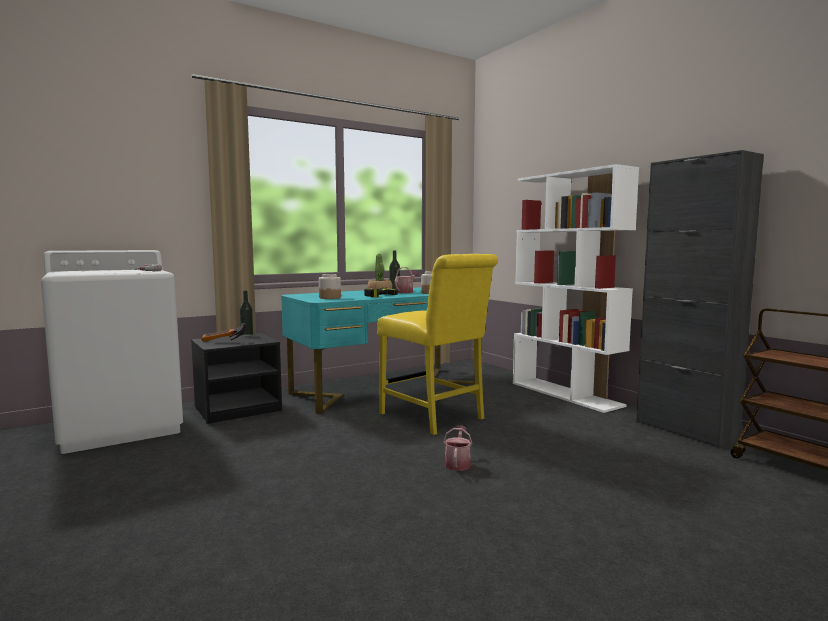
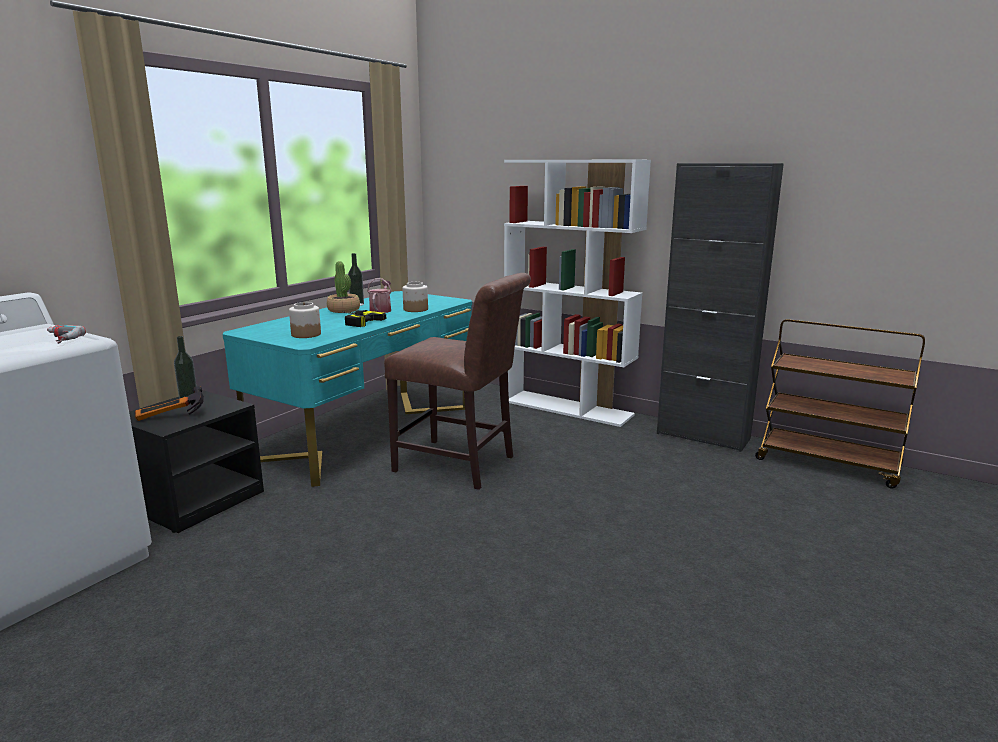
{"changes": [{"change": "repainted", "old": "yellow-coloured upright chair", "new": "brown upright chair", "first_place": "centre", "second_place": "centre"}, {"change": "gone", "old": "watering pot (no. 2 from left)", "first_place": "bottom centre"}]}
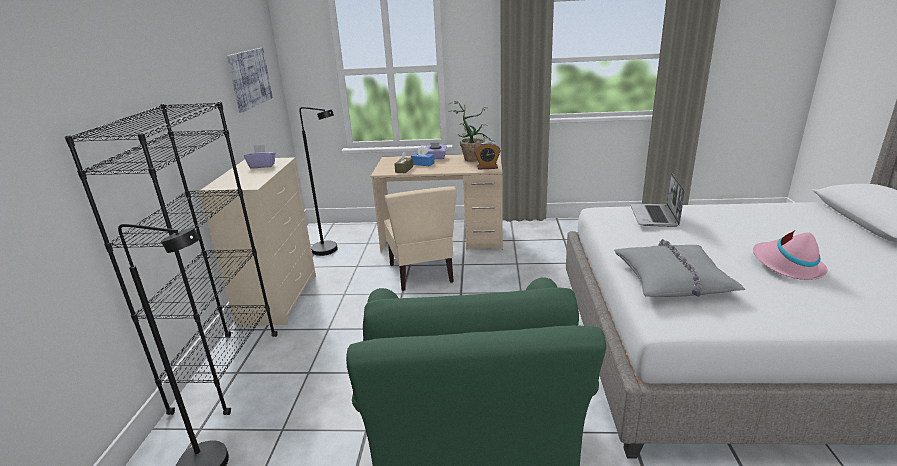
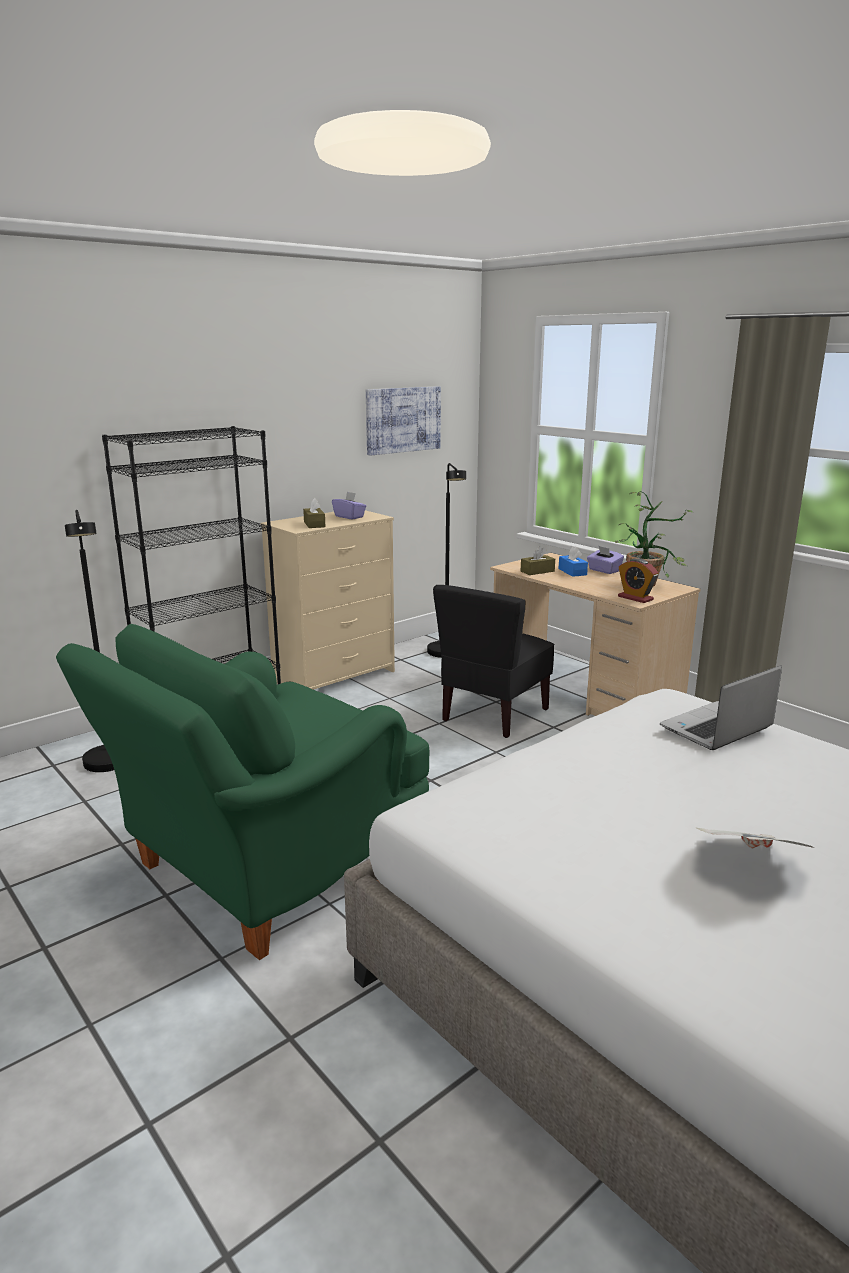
{"changes": [{"change": "new", "new": "brown box of tissues (no. 1 from left)", "second_place": "centre"}, {"change": "repainted", "old": "beige-coloured upright chair", "new": "blackish upright chair", "first_place": "centre", "second_place": "centre"}, {"change": "swapped", "old": "pinkish clothing hat", "new": "printed paper", "first_place": "middle right", "second_place": "middle right"}, {"change": "gone", "old": "grey throw pillow", "first_place": "middle right"}]}
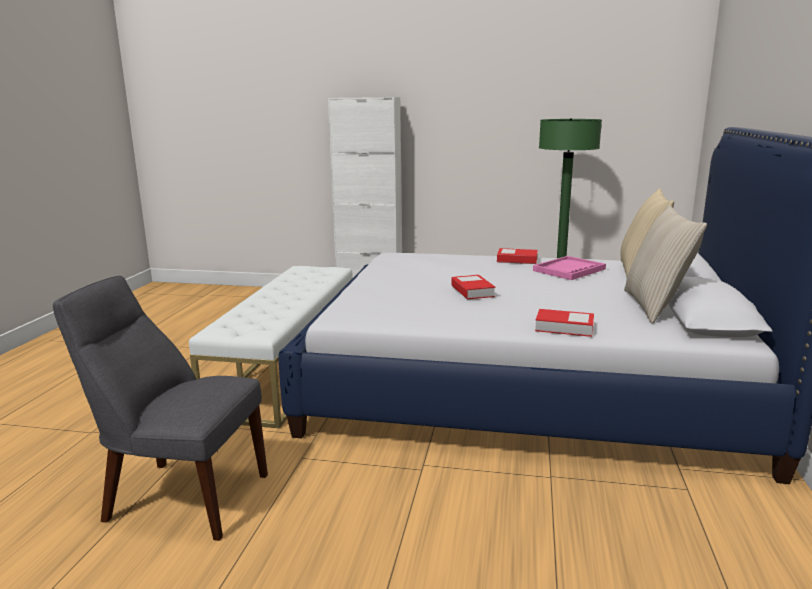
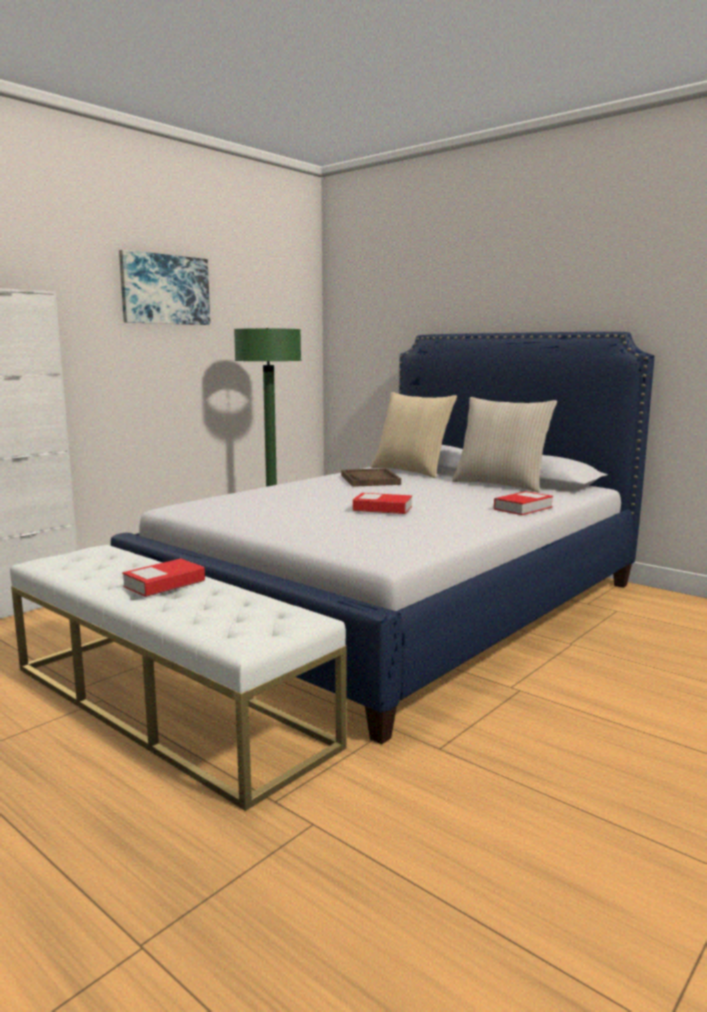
{"changes": [{"change": "new", "new": "wall art", "second_place": "top left"}, {"change": "shifted", "old": "volume (no. 2 from left in the first image)", "new": "volume (no. 1 from left)", "first_place": "centre", "second_place": "middle left"}, {"change": "repainted", "old": "pinkish serving tray", "new": "brown serving tray", "first_place": "middle right", "second_place": "centre"}, {"change": "gone", "old": "grey upright chair", "first_place": "bottom left"}]}
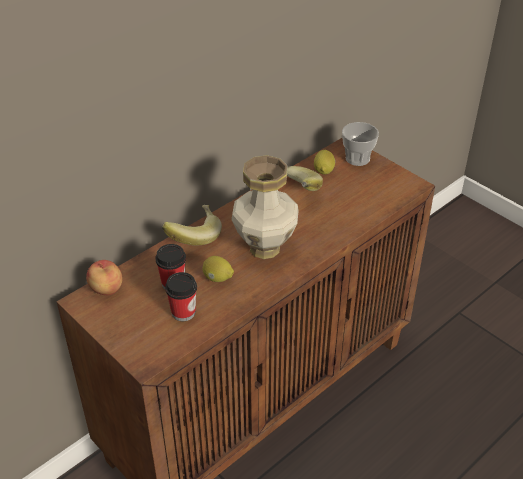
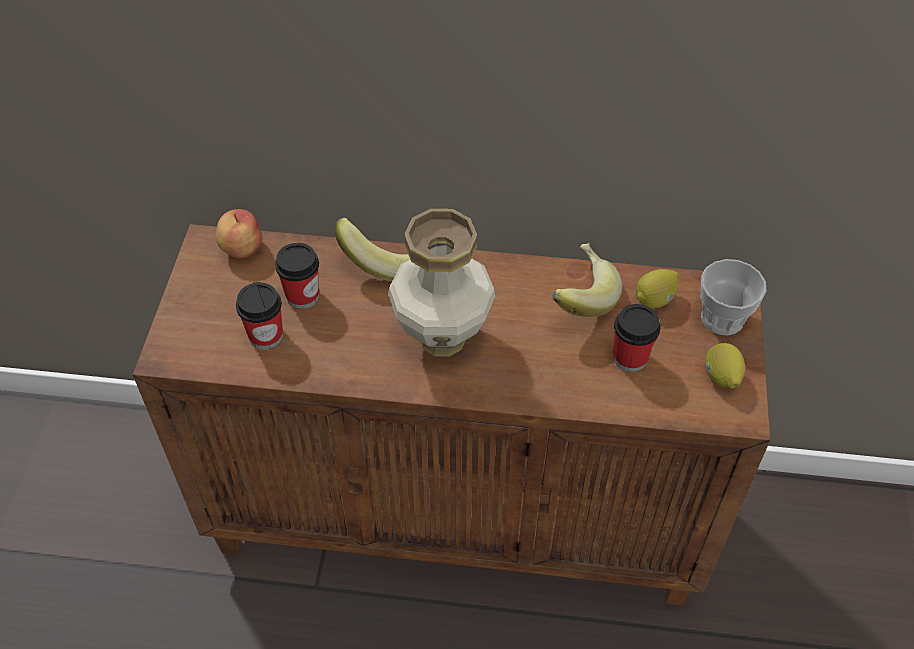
{"changes": [{"change": "new", "new": "drinking cup (no. 3 from left)", "second_place": "middle right"}, {"change": "shifted", "old": "lemon (no. 1 from left in the first image)", "new": "lemon (no. 2 from left)", "first_place": "centre", "second_place": "middle right"}]}
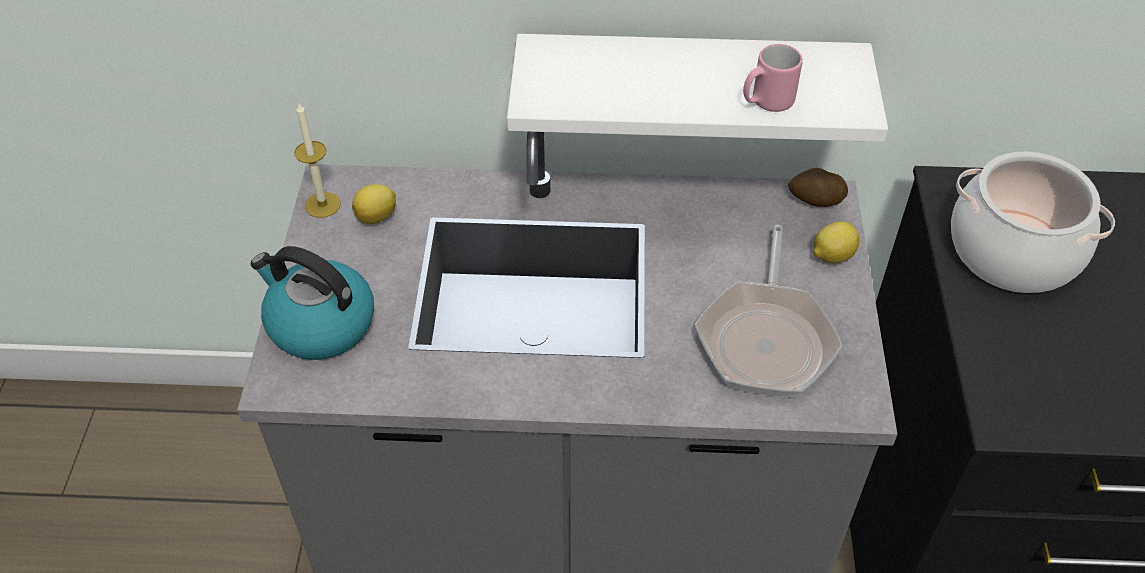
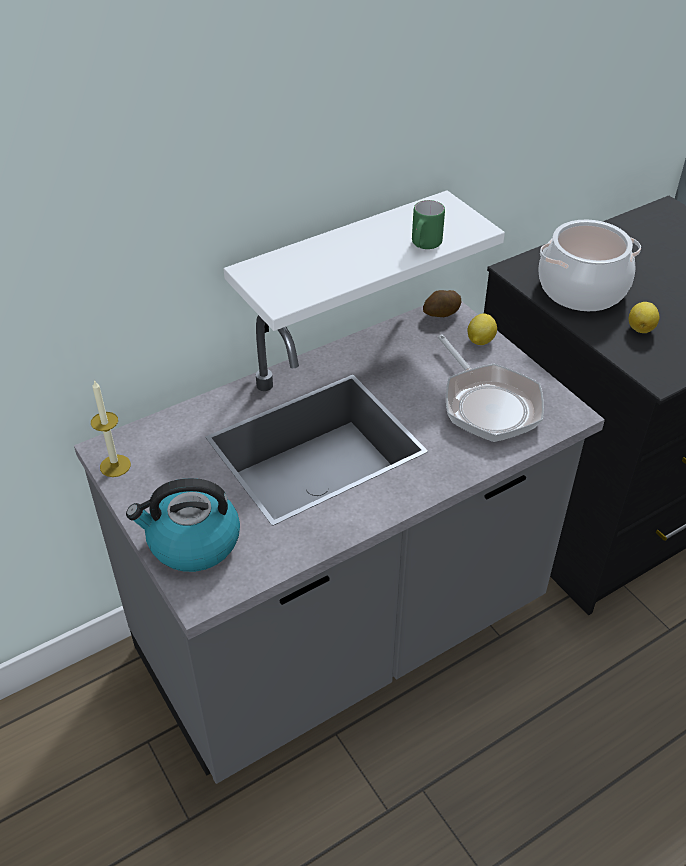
{"changes": [{"change": "repainted", "old": "pinkish mug", "new": "green-coloured mug", "first_place": "top right", "second_place": "top centre"}, {"change": "shifted", "old": "lemon (no. 1 from left in the first image)", "new": "lemon (no. 2 from left)", "first_place": "middle left", "second_place": "middle right"}]}
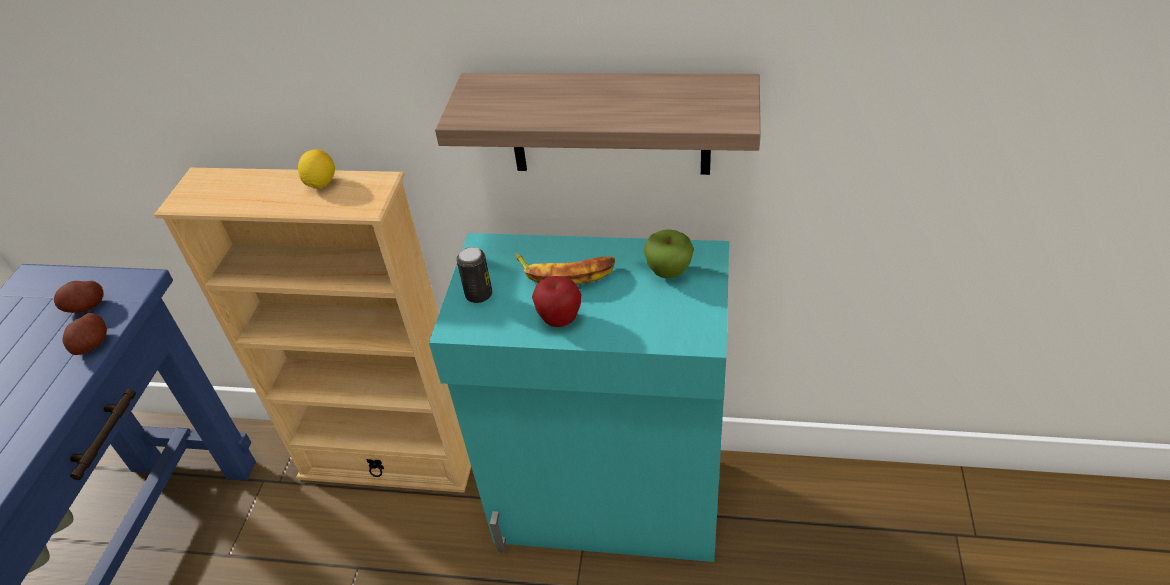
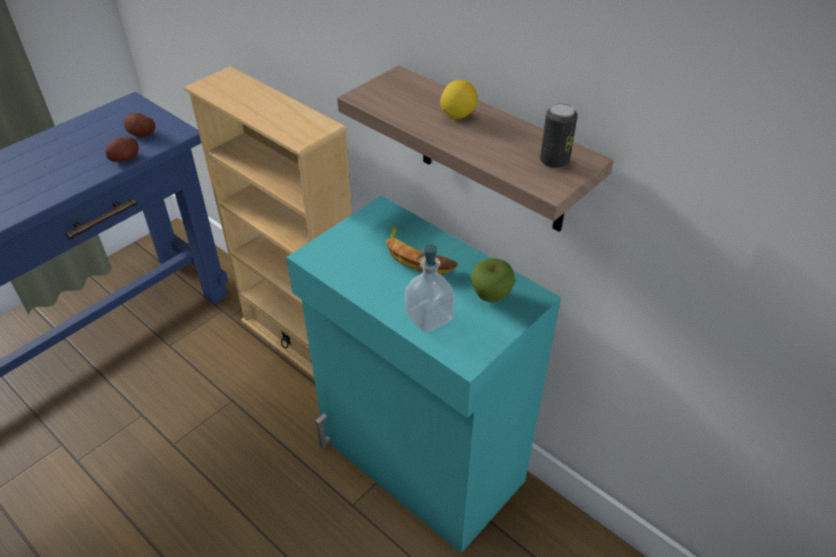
{"changes": [{"change": "new", "new": "soap bottle", "second_place": "centre"}, {"change": "shifted", "old": "lemon", "first_place": "top left", "second_place": "top centre"}, {"change": "shifted", "old": "can", "first_place": "centre", "second_place": "top right"}, {"change": "gone", "old": "apple fruit (no. 1 from left)", "first_place": "centre"}]}
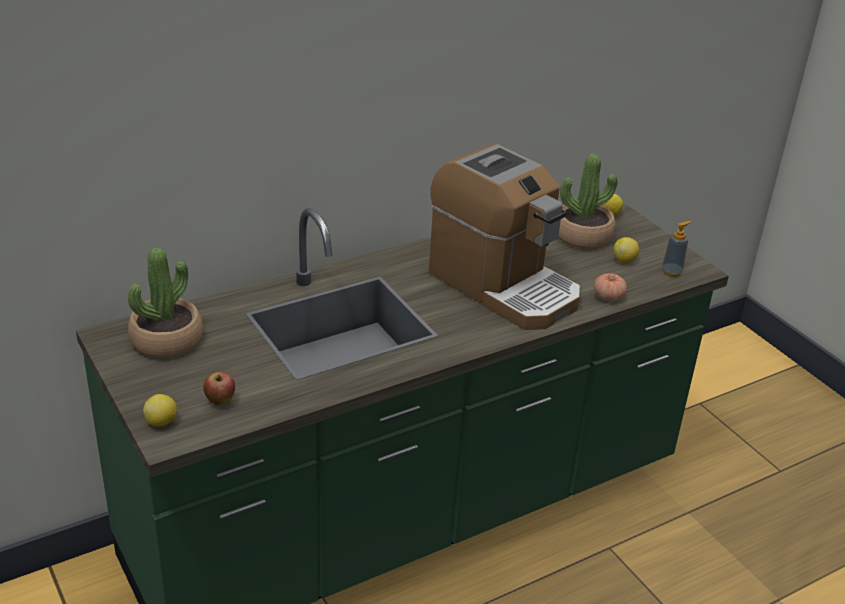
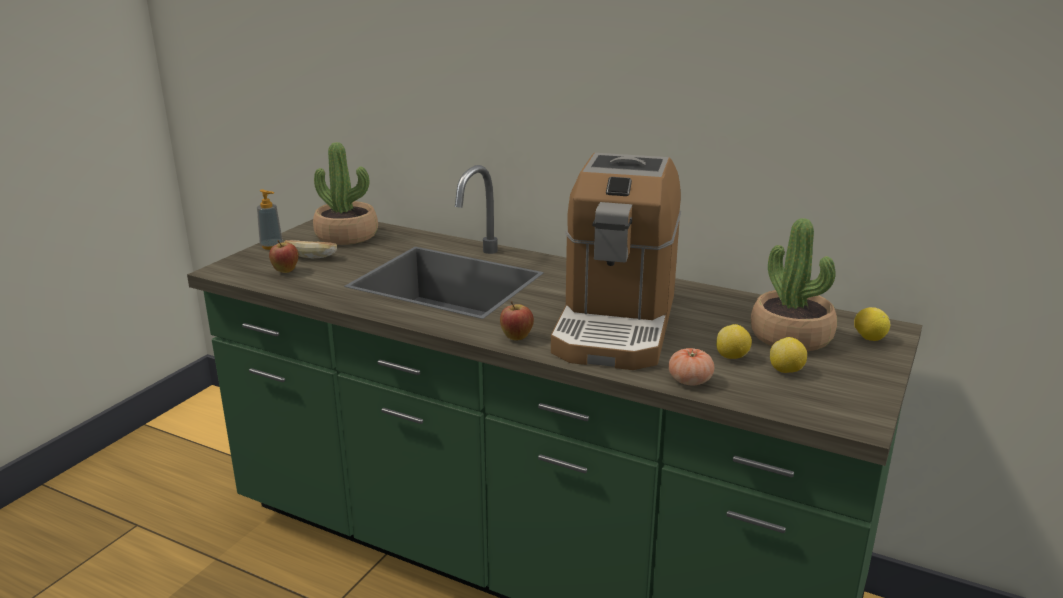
{"changes": [{"change": "shifted", "old": "soap bottle", "first_place": "middle right", "second_place": "middle left"}, {"change": "new", "new": "bread", "second_place": "middle left"}, {"change": "new", "new": "apple fruit (no. 2 from left)", "second_place": "centre"}, {"change": "shifted", "old": "lemon (no. 1 from left)", "first_place": "bottom left", "second_place": "middle right"}]}
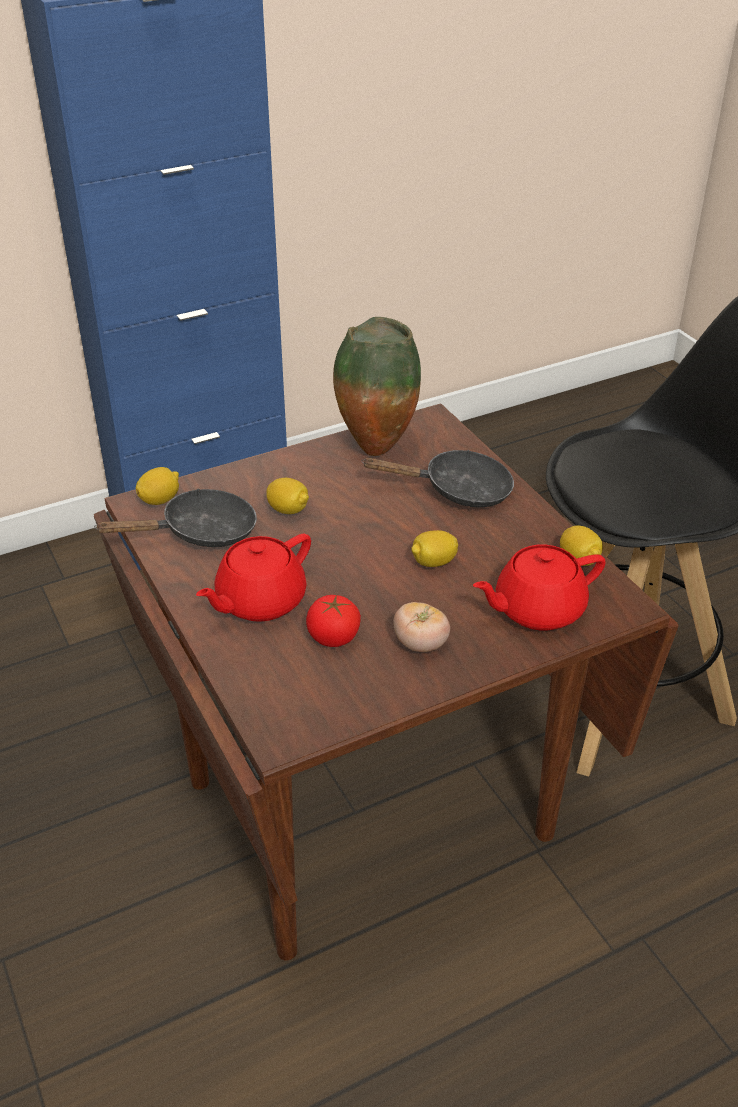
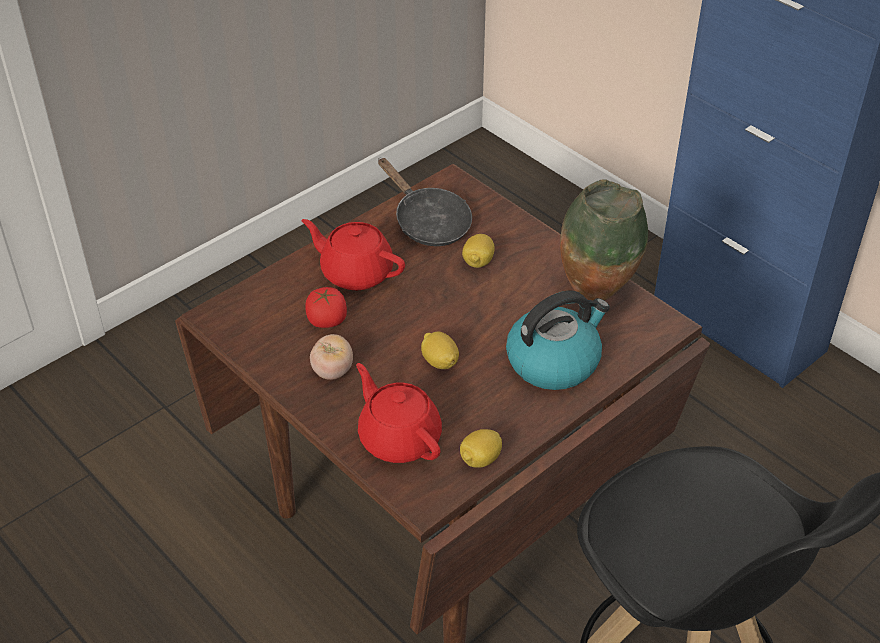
{"changes": [{"change": "swapped", "old": "blackish frying pan (no. 2 from left)", "new": "water kettle", "first_place": "centre", "second_place": "centre"}, {"change": "gone", "old": "lemon (no. 1 from left)", "first_place": "middle left"}]}
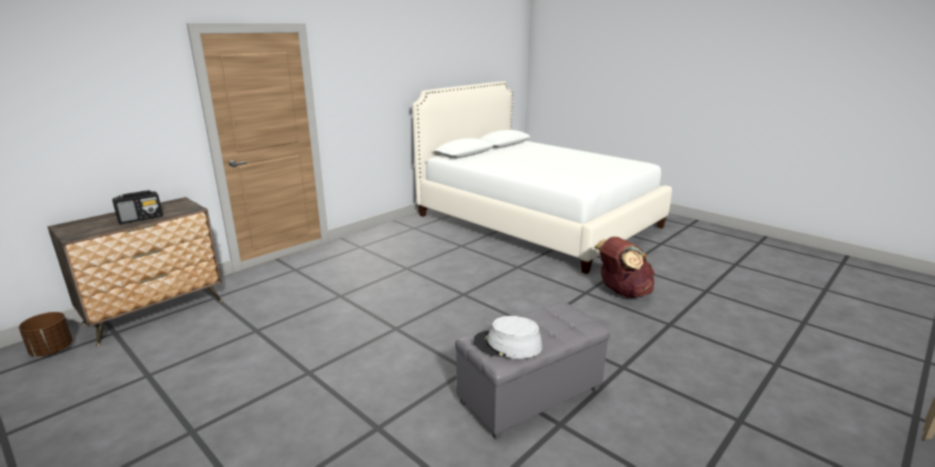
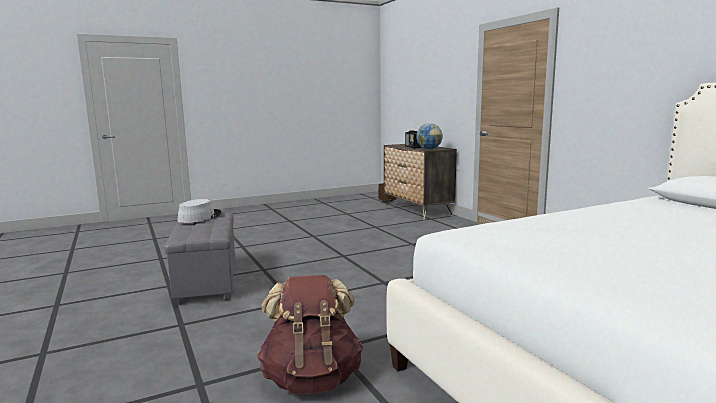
{"changes": [{"change": "new", "new": "globe", "second_place": "centre"}]}
